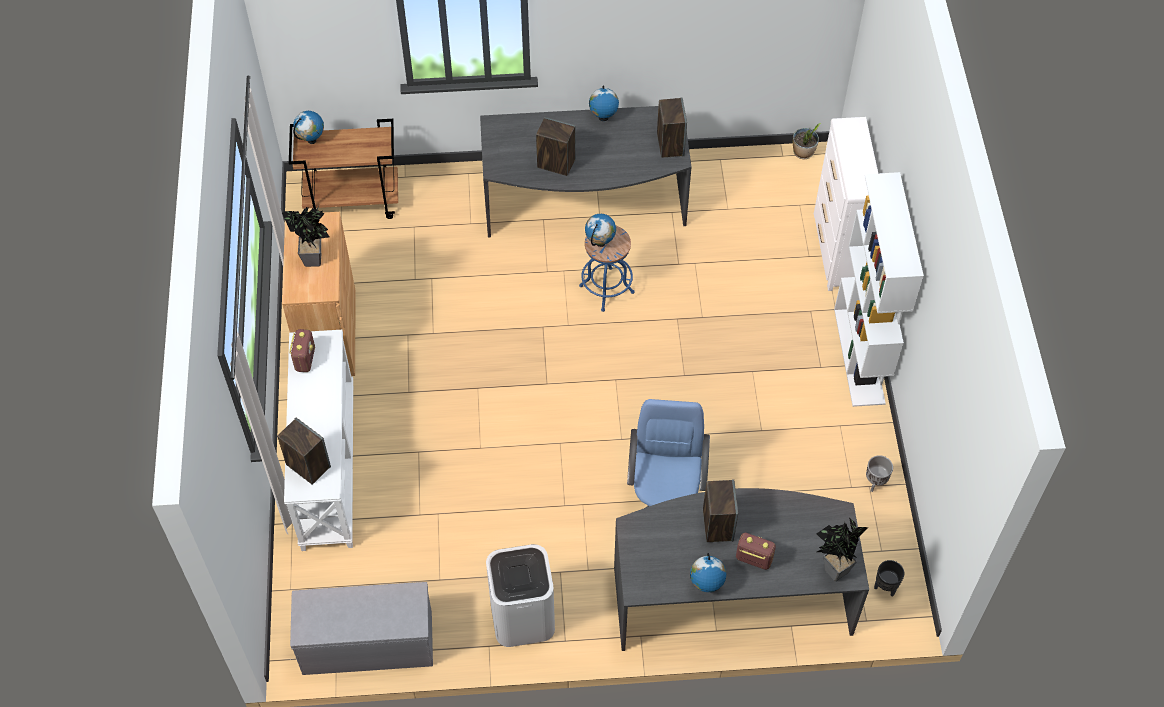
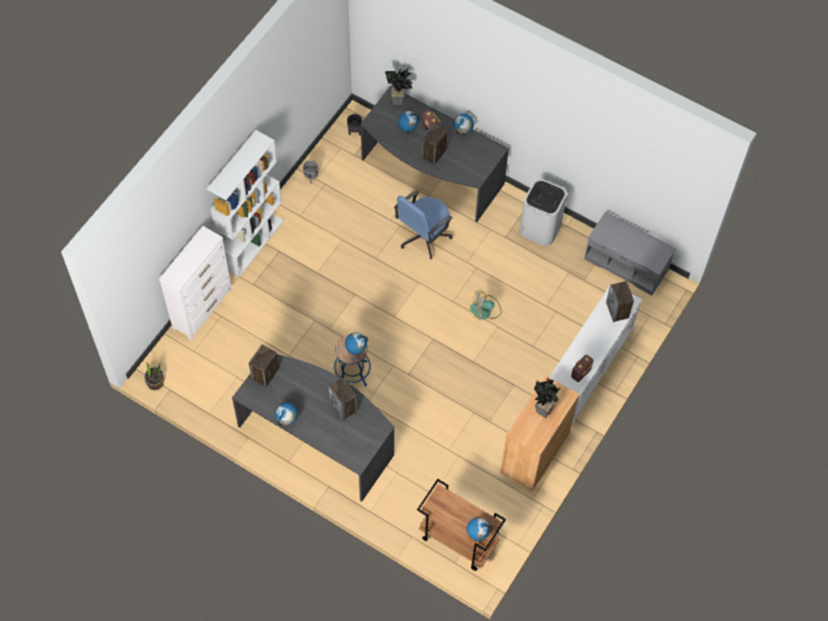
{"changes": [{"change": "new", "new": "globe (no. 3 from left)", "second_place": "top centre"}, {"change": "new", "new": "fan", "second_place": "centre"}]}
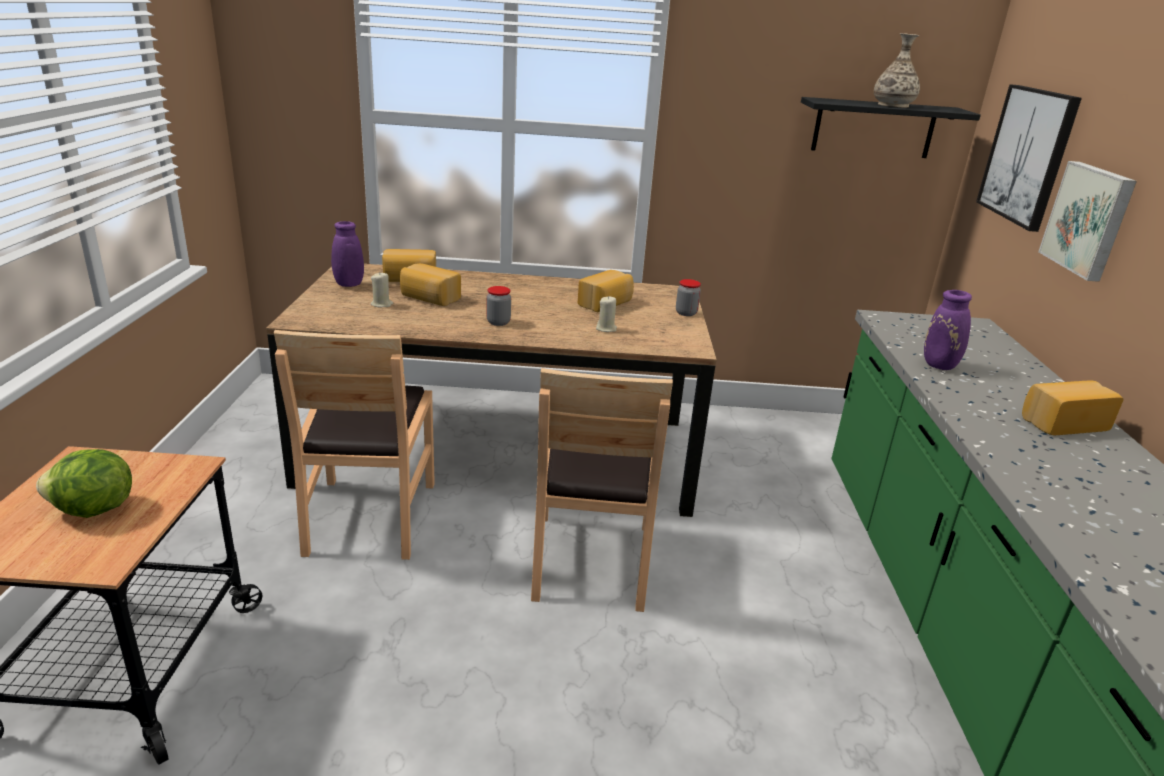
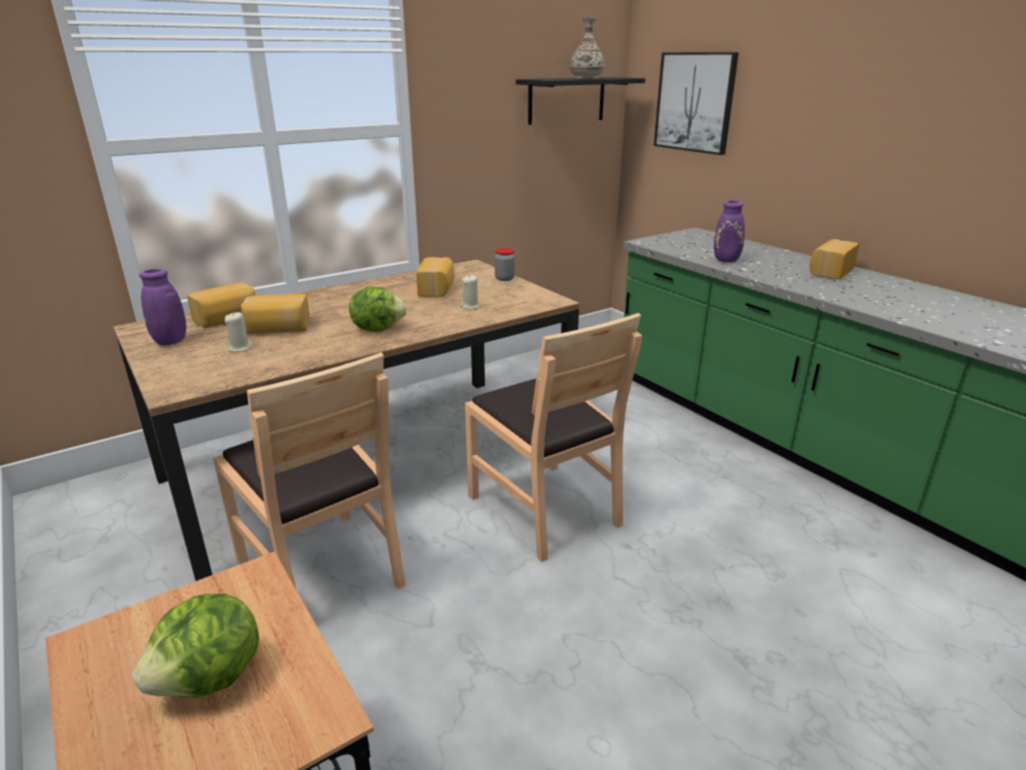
{"changes": [{"change": "swapped", "old": "preserve jar (no. 1 from left)", "new": "lettuce head (no. 2 from left)", "first_place": "centre", "second_place": "centre"}, {"change": "gone", "old": "wall art (no. 2 from left)", "first_place": "top right"}]}
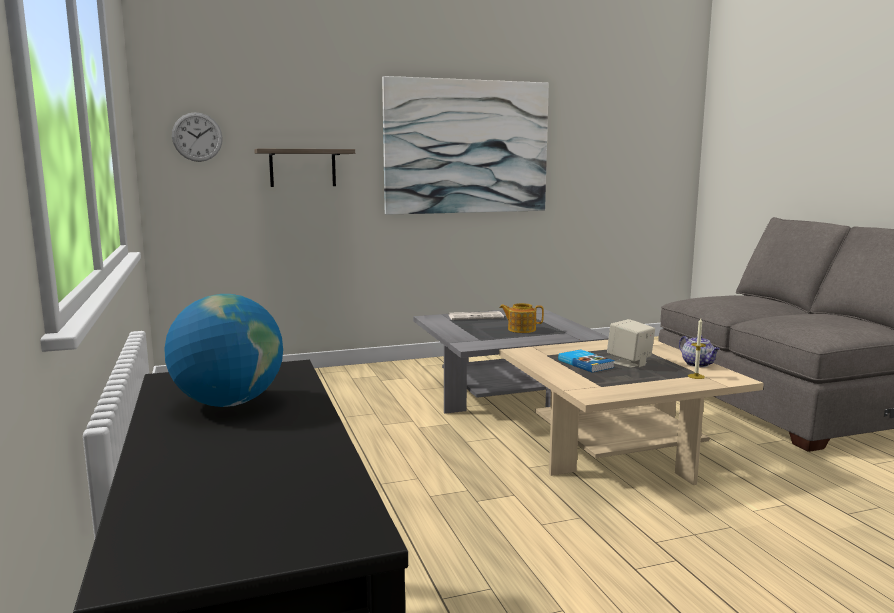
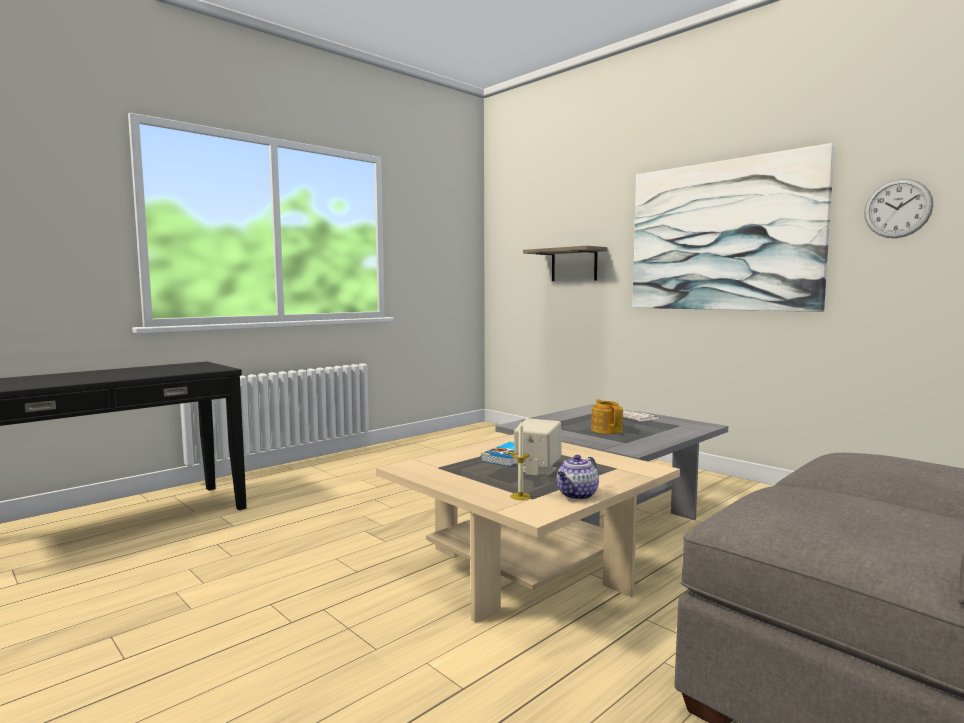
{"changes": [{"change": "shifted", "old": "wall clock", "first_place": "top left", "second_place": "top right"}, {"change": "gone", "old": "globe", "first_place": "middle left"}]}
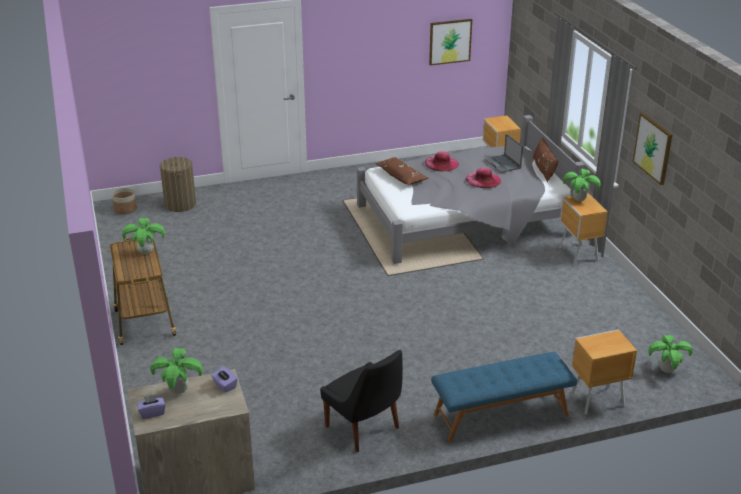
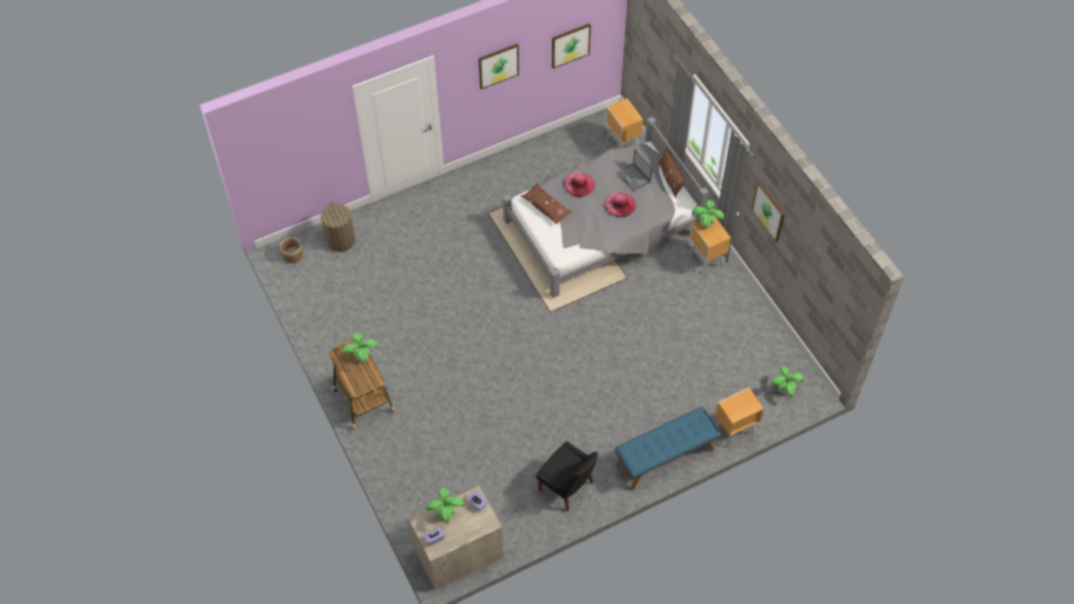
{"changes": [{"change": "new", "new": "wall art (no. 1 from left)", "second_place": "top centre"}]}
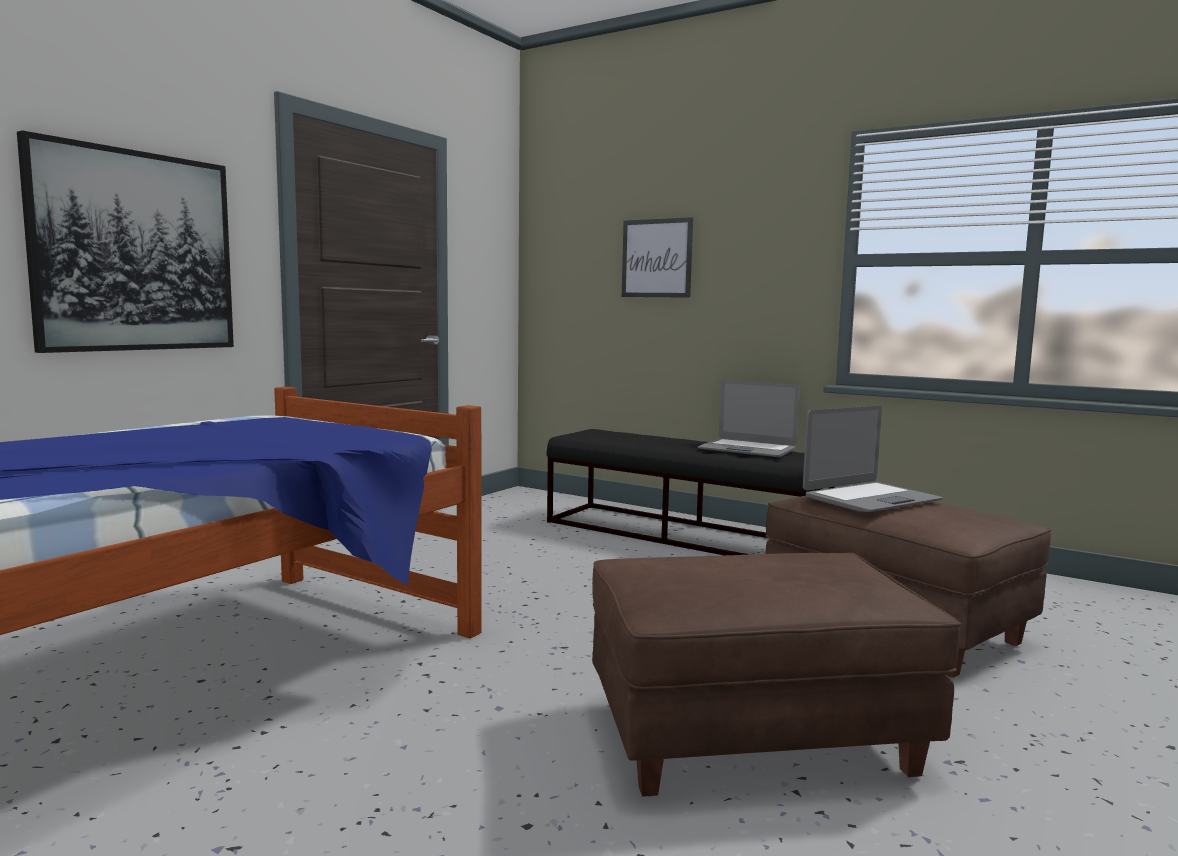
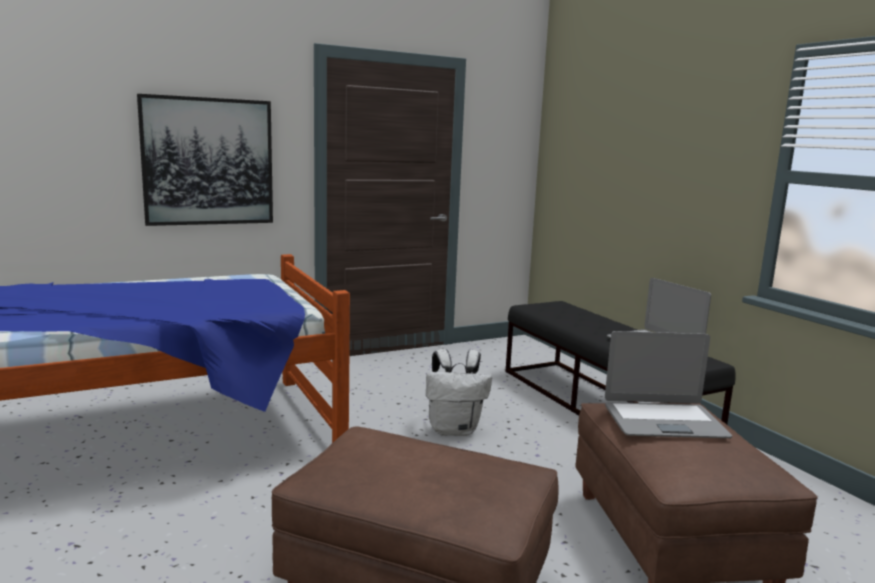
{"changes": [{"change": "new", "new": "white backpack", "second_place": "bottom centre"}, {"change": "gone", "old": "wall art (no. 2 from left)", "first_place": "top centre"}]}
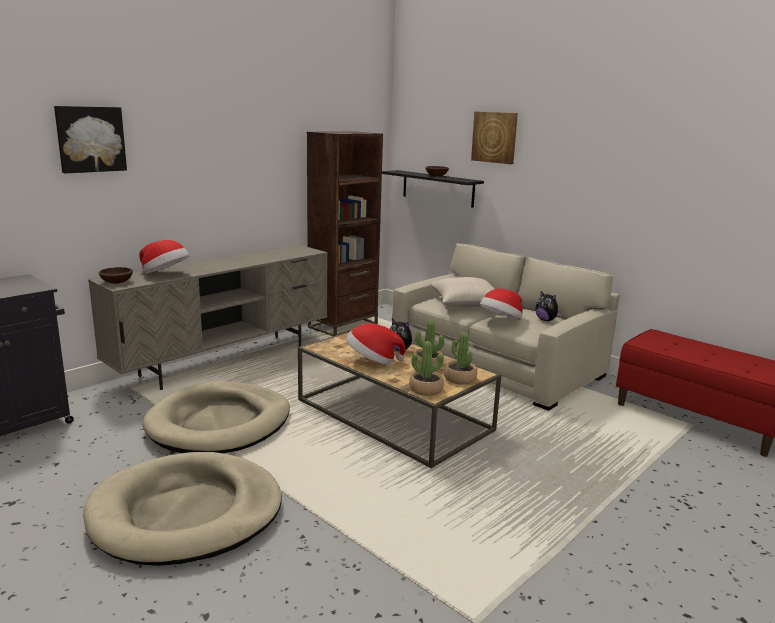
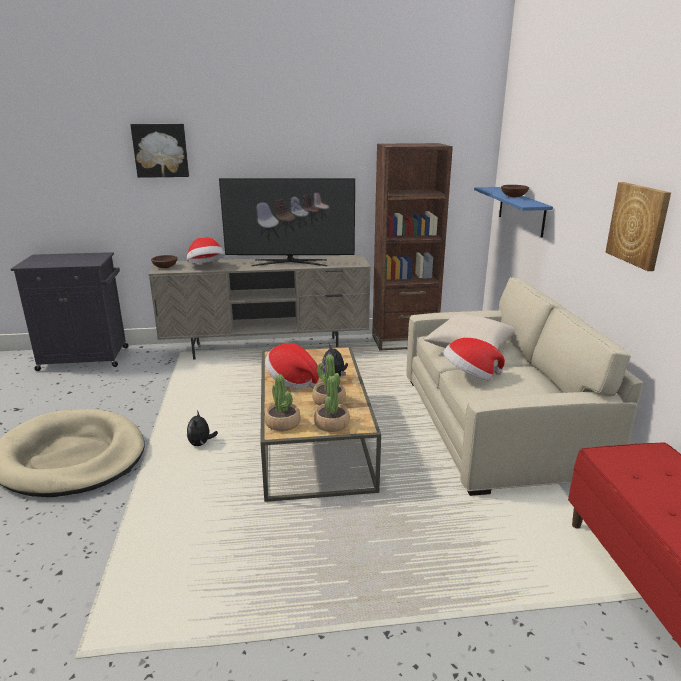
{"changes": [{"change": "shifted", "old": "cuddly toy (no. 2 from left in the first image)", "new": "cuddly toy (no. 1 from left)", "first_place": "middle right", "second_place": "middle left"}, {"change": "new", "new": "television", "second_place": "top centre"}, {"change": "repainted", "old": "blackish bracket shelf", "new": "blue bracket shelf", "first_place": "top centre", "second_place": "top right"}, {"change": "shifted", "old": "wall art (no. 2 from left)", "first_place": "top centre", "second_place": "top right"}, {"change": "gone", "old": "beige-coloured pet bed (no. 2 from left)", "first_place": "bottom left"}]}
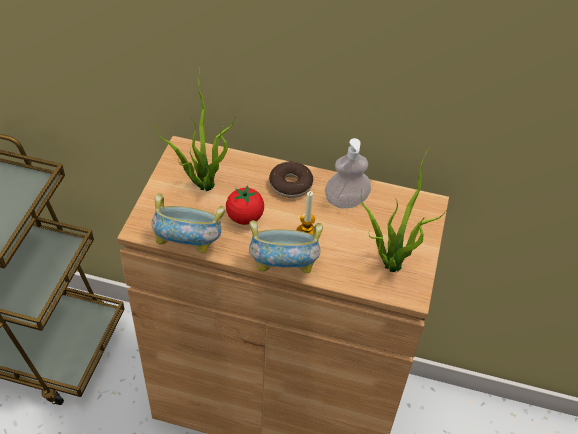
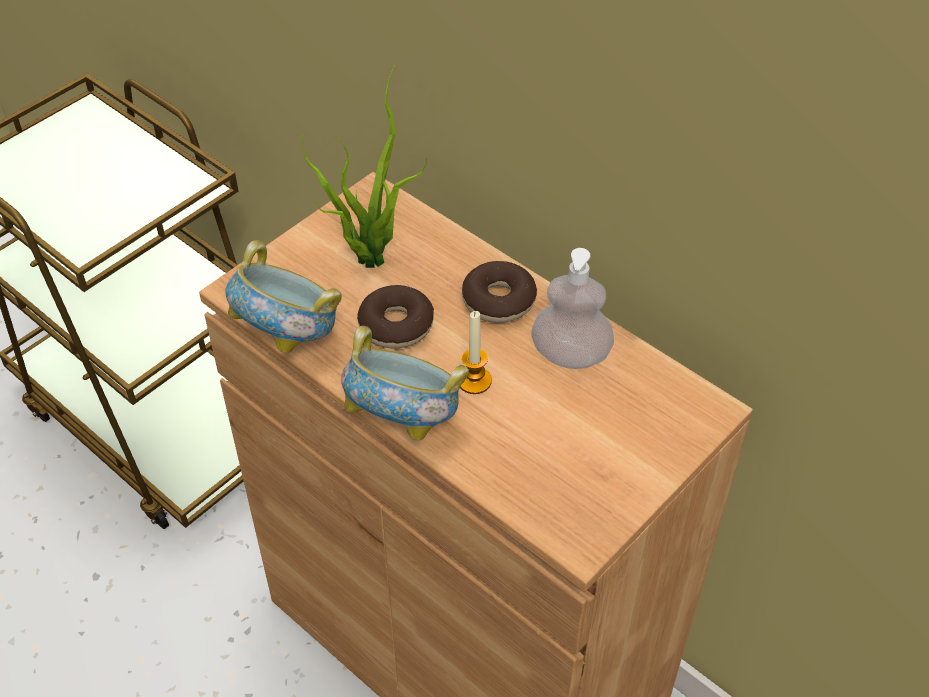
{"changes": [{"change": "swapped", "old": "tomato", "new": "donut (no. 1 from left)", "first_place": "centre", "second_place": "centre"}, {"change": "gone", "old": "plant in a pot (no. 2 from left)", "first_place": "middle right"}]}
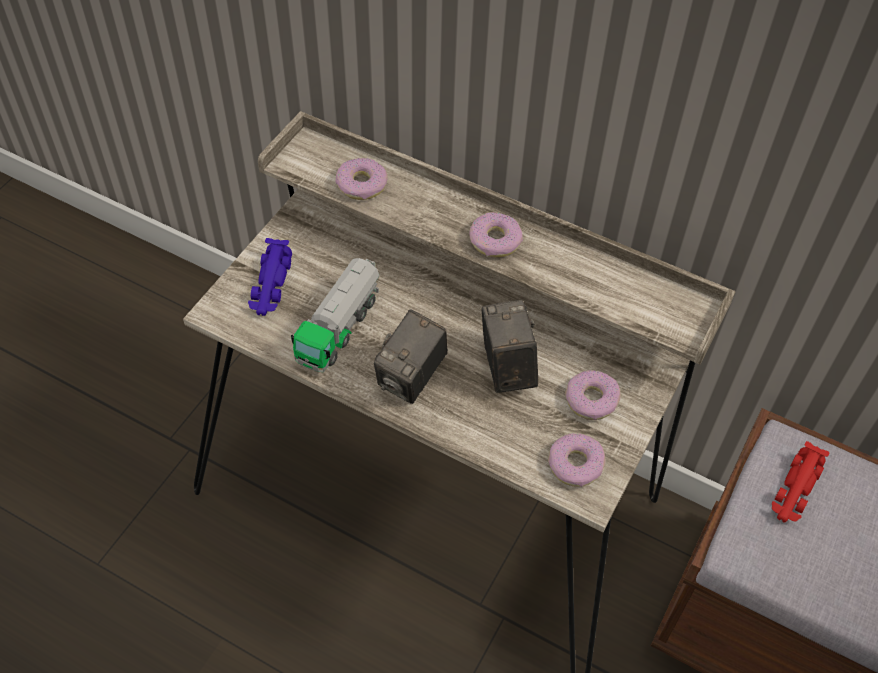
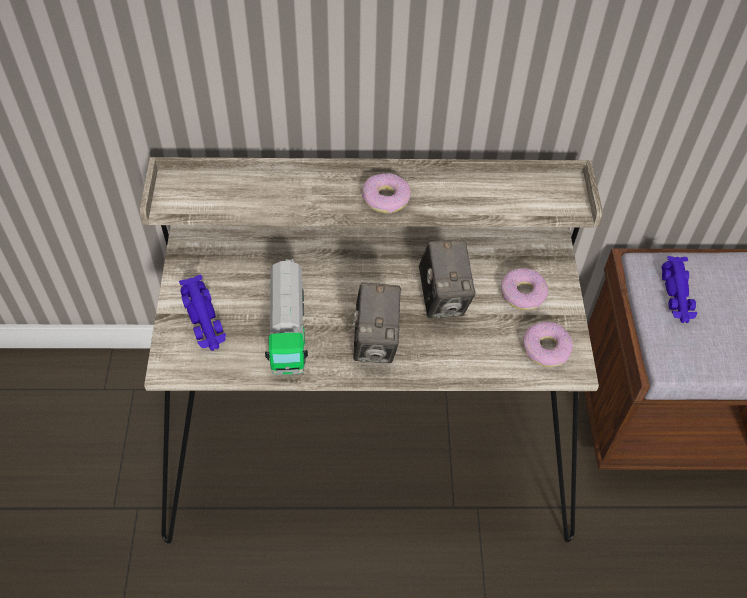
{"changes": [{"change": "rotated", "old": "photo camera (no. 2 from left)", "first_place": "centre", "second_place": "centre", "degrees": -150}, {"change": "repainted", "old": "red miniature car", "new": "purplish miniature car (no. 2 from left)", "first_place": "bottom right", "second_place": "middle right"}, {"change": "gone", "old": "donut (no. 1 from left)", "first_place": "top centre"}]}
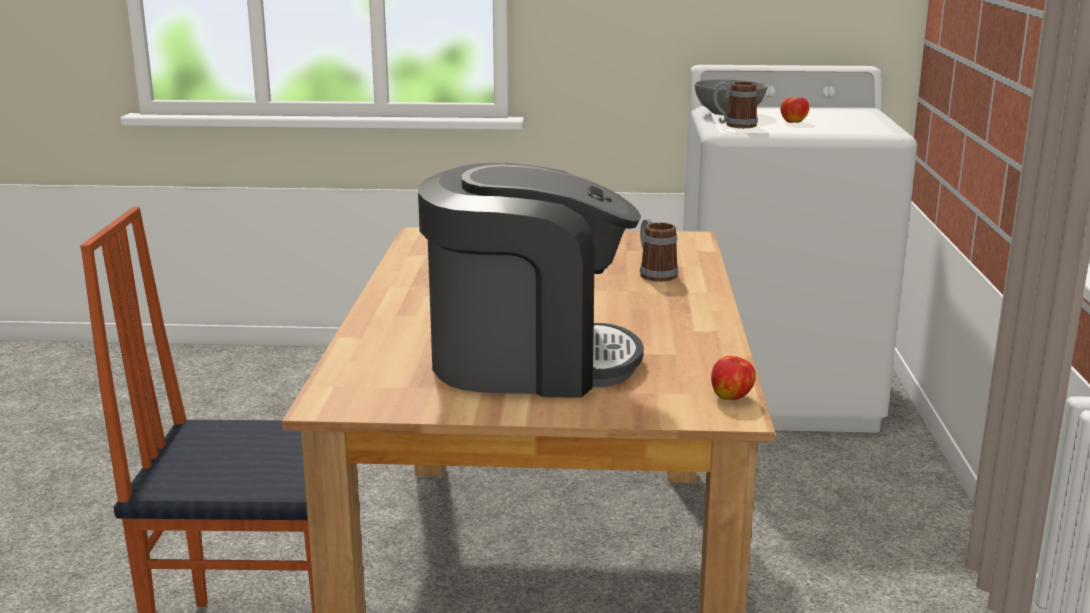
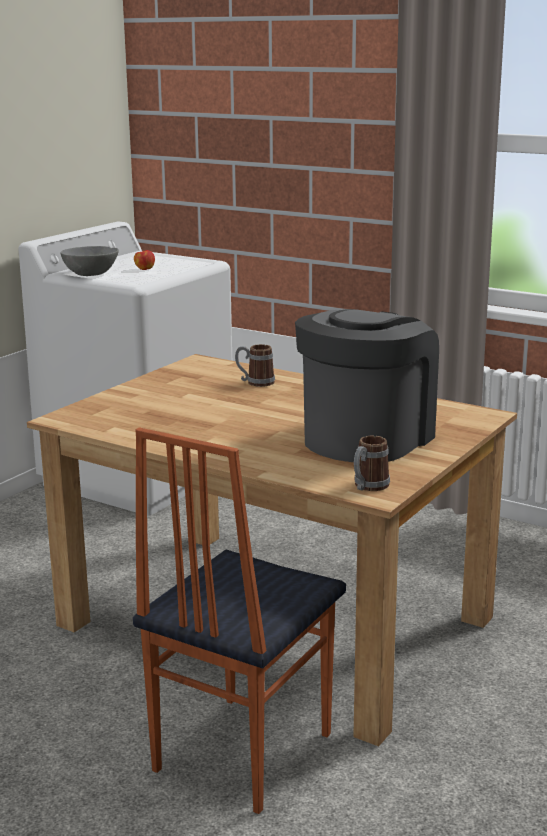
{"changes": [{"change": "shifted", "old": "mug (no. 2 from left)", "first_place": "top right", "second_place": "middle right"}, {"change": "gone", "old": "apple fruit (no. 1 from left)", "first_place": "middle right"}]}
